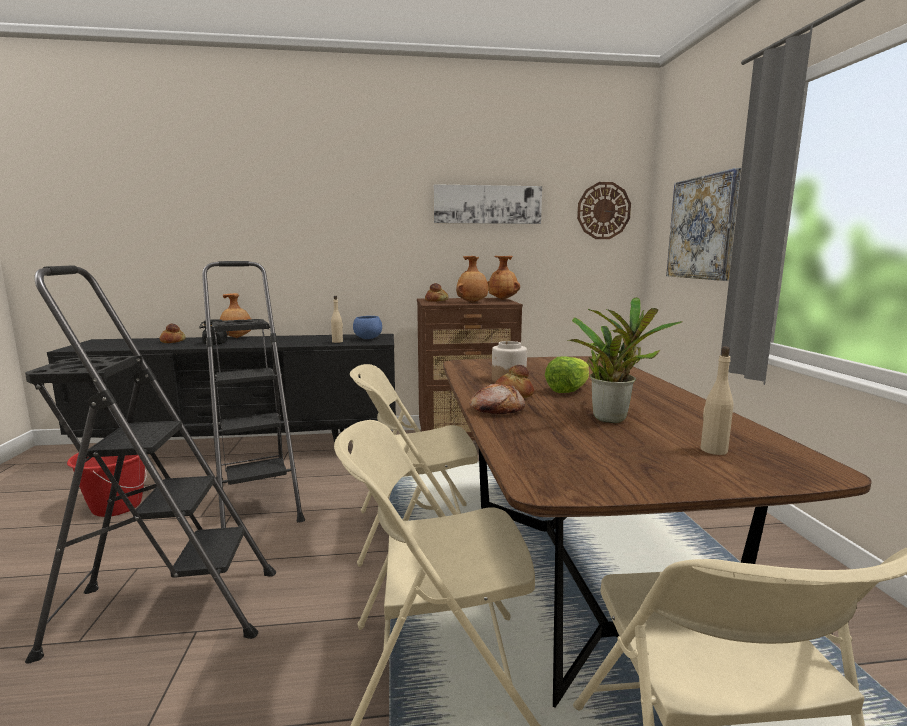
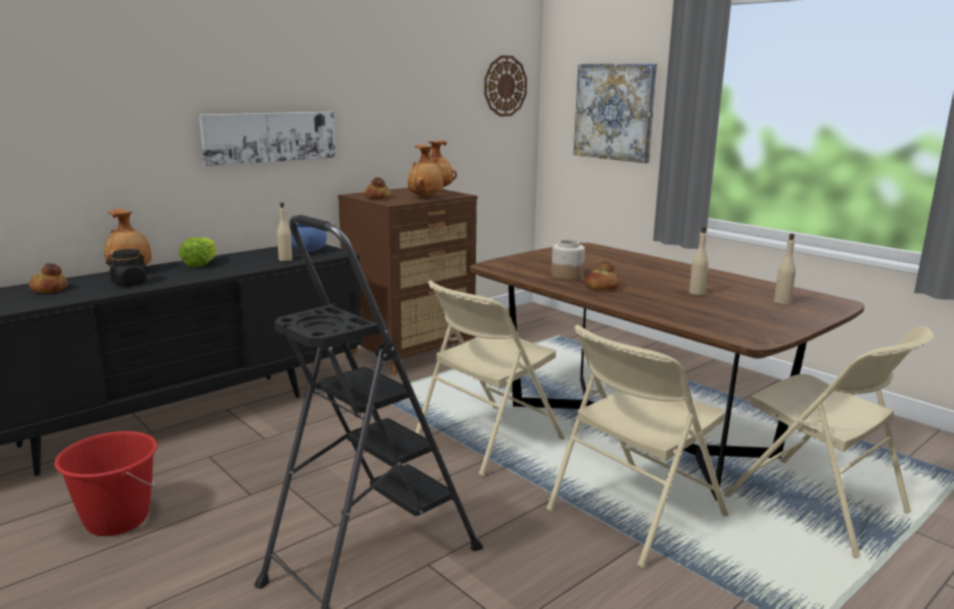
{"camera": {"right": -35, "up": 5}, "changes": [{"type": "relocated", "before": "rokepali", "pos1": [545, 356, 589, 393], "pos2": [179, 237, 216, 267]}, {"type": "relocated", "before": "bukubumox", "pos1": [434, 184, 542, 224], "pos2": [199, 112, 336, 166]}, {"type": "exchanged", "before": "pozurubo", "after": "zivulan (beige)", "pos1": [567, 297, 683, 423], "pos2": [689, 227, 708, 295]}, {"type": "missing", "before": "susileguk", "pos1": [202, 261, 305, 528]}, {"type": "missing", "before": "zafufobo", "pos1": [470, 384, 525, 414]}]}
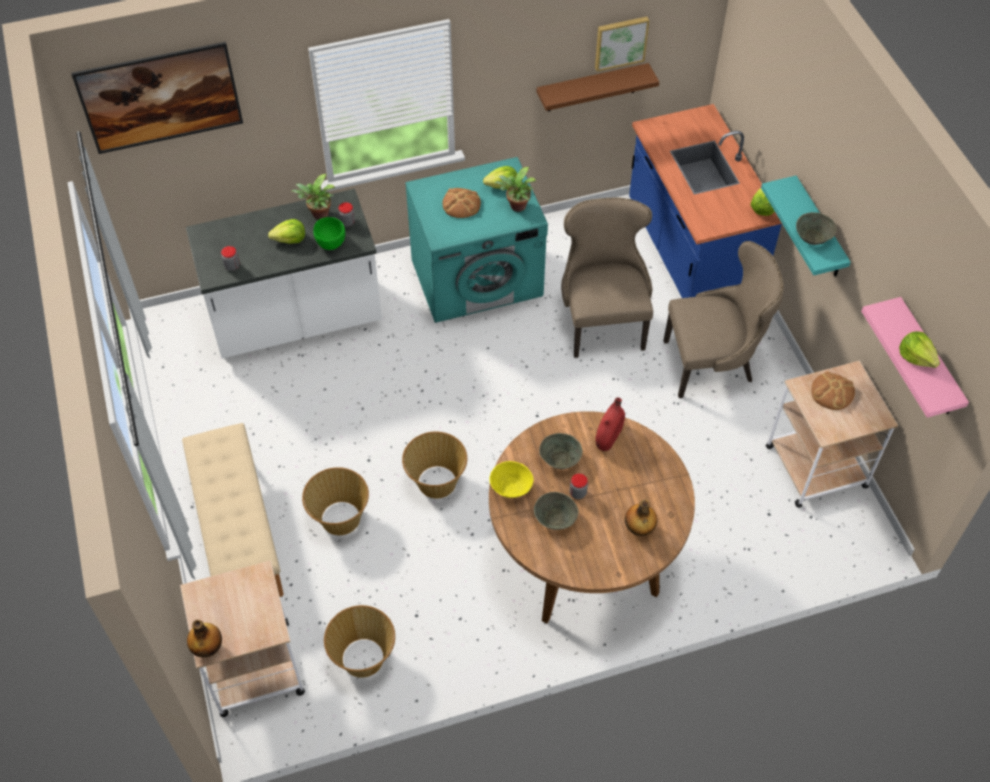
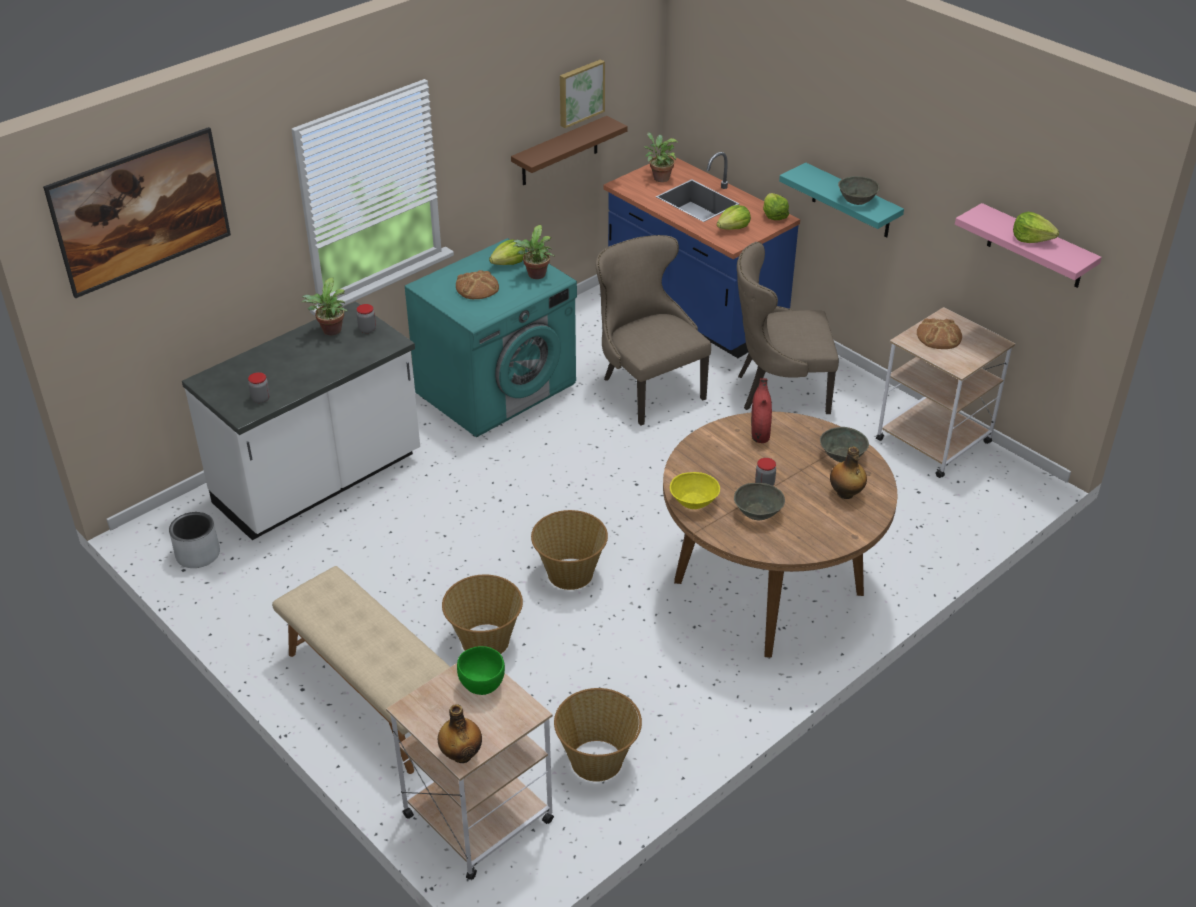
{"camera": {"right": -25, "up": -15}, "changes": [{"type": "appeared", "after": "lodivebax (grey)", "pos2": [169, 512, 220, 568]}, {"type": "relocated", "before": "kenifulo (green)", "pos1": [313, 217, 345, 250], "pos2": [457, 646, 505, 695]}, {"type": "appeared", "after": "pozurubo", "pos2": [644, 132, 679, 182]}, {"type": "relocated", "before": "rokepali", "pos1": [268, 219, 305, 244], "pos2": [717, 205, 751, 230]}, {"type": "spun", "before": "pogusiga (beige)", "pos1": [664, 241, 784, 398], "pos2": [737, 242, 839, 414], "turn": -150}, {"type": "relocated", "before": "kenifulo (grey)", "pos1": [539, 433, 582, 469], "pos2": [820, 427, 869, 462]}]}
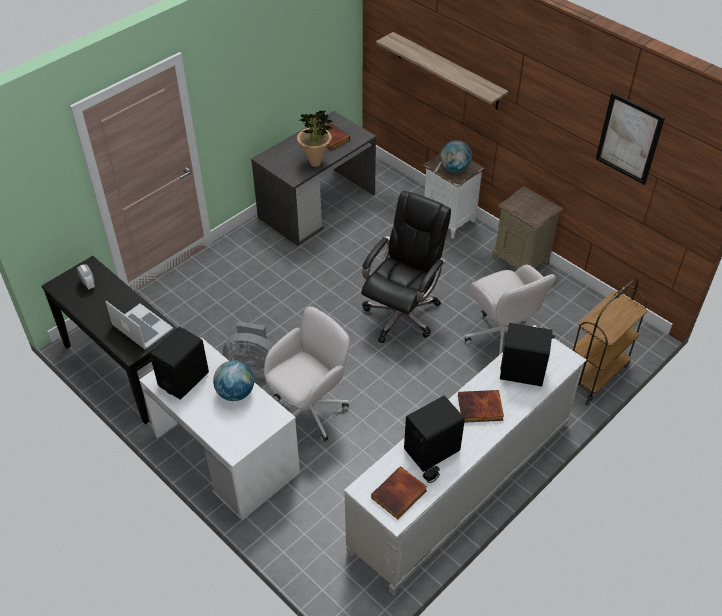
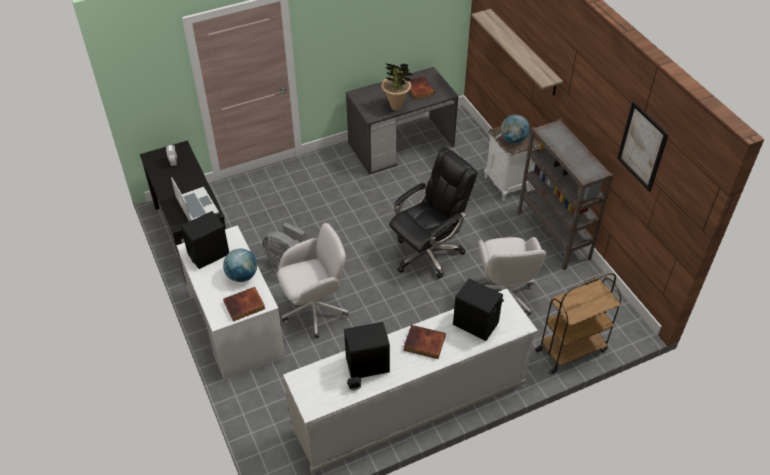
{"camera": {"right": 20, "up": 0}, "changes": [{"type": "relocated", "before": "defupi", "pos1": [371, 466, 427, 519], "pos2": [223, 287, 265, 322]}, {"type": "exchanged", "before": "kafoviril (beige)", "after": "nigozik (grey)", "pos1": [493, 186, 563, 269], "pos2": [518, 119, 613, 270]}]}
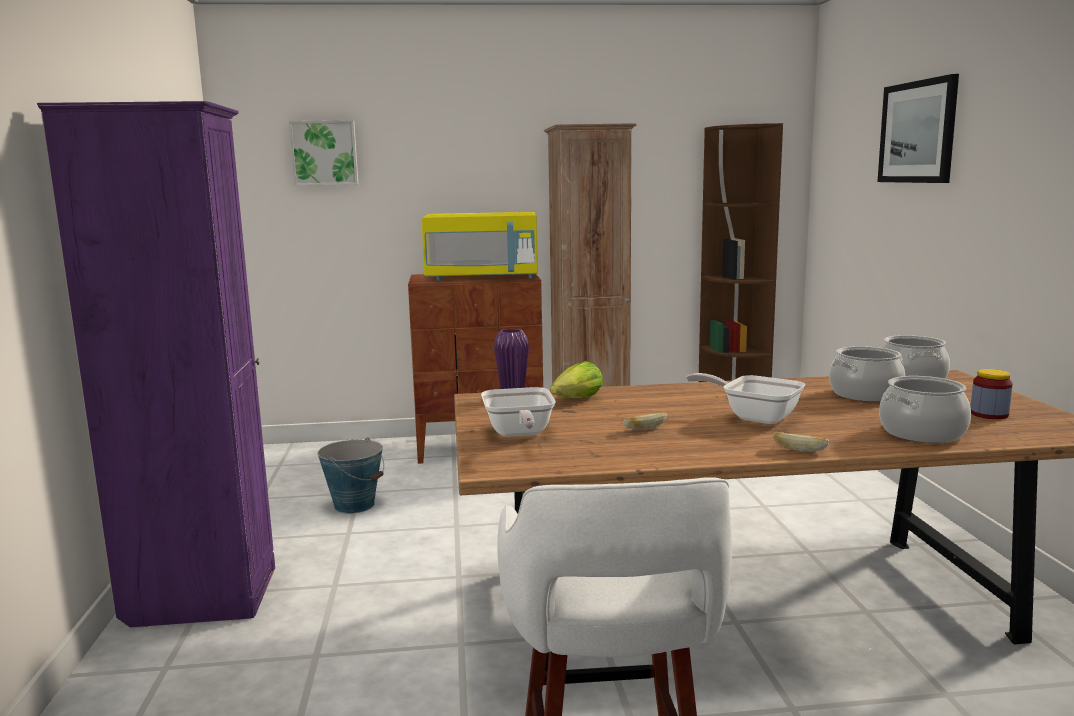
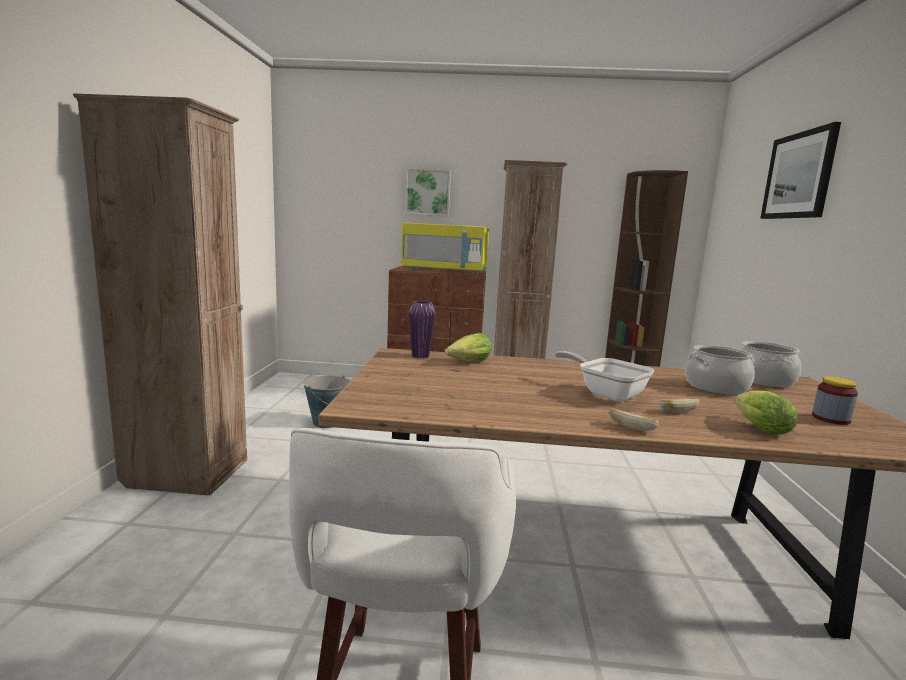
{"camera": {"right": 10, "up": 0}, "changes": [{"type": "colour", "before": "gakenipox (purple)", "after": "gakenipox (brown)", "pos1": [37, 101, 275, 627], "pos2": [73, 93, 247, 495]}, {"type": "relocated", "before": "bukubumox", "pos1": [289, 120, 358, 186], "pos2": [405, 168, 451, 216]}, {"type": "relocated", "before": "zafufobo", "pos1": [623, 412, 667, 430], "pos2": [659, 398, 700, 412]}, {"type": "exchanged", "before": "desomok", "after": "rokepali", "pos1": [879, 376, 971, 443], "pos2": [734, 391, 798, 435]}, {"type": "missing", "before": "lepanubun", "pos1": [481, 387, 556, 437]}]}
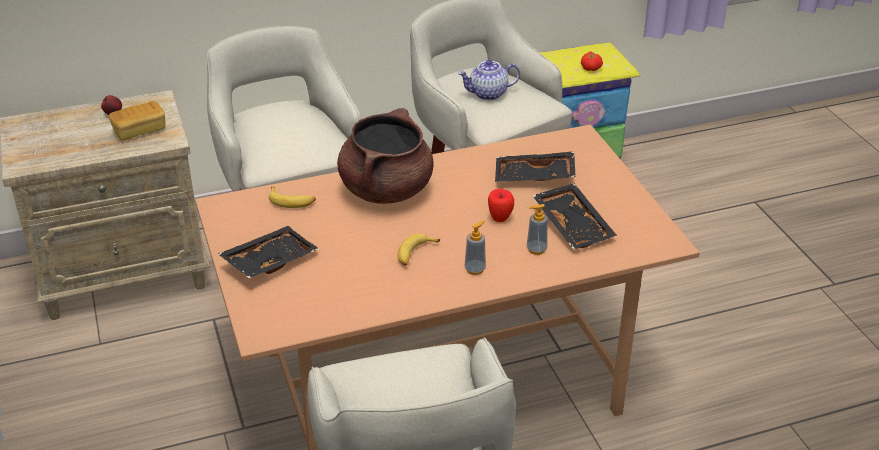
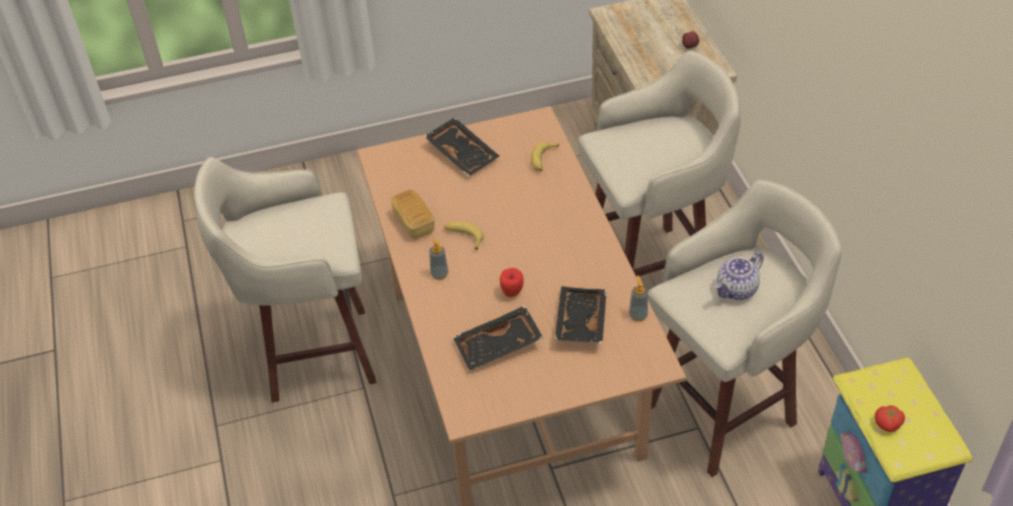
{"camera": {"right": 95, "up": 10}, "changes": [{"type": "relocated", "before": "zafufobo", "pos1": [109, 101, 165, 141], "pos2": [391, 190, 435, 239]}, {"type": "relocated", "before": "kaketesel", "pos1": [527, 204, 548, 255], "pos2": [629, 275, 648, 321]}, {"type": "spun", "before": "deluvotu", "pos1": [458, 60, 520, 100], "pos2": [714, 252, 764, 300], "turn": -120}, {"type": "missing", "before": "desomok (brown)", "pos1": [337, 108, 434, 204]}]}
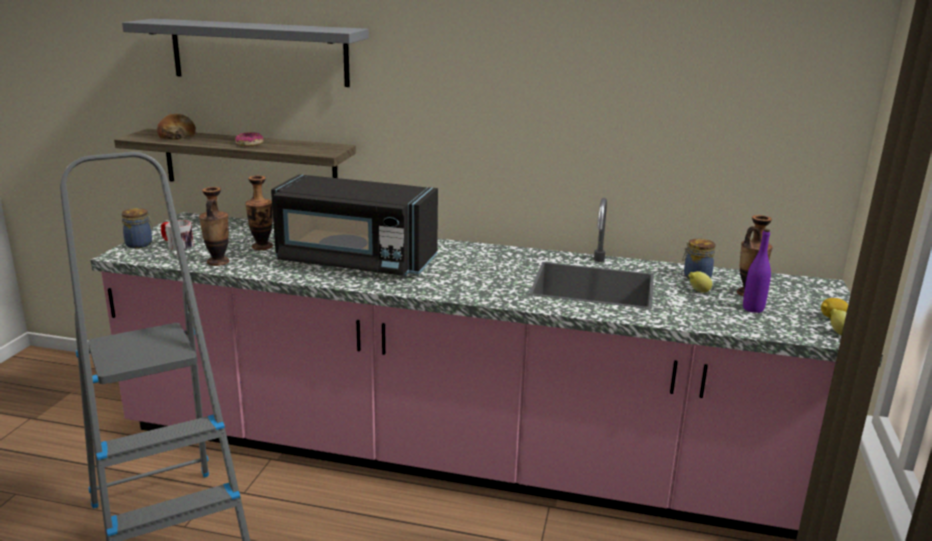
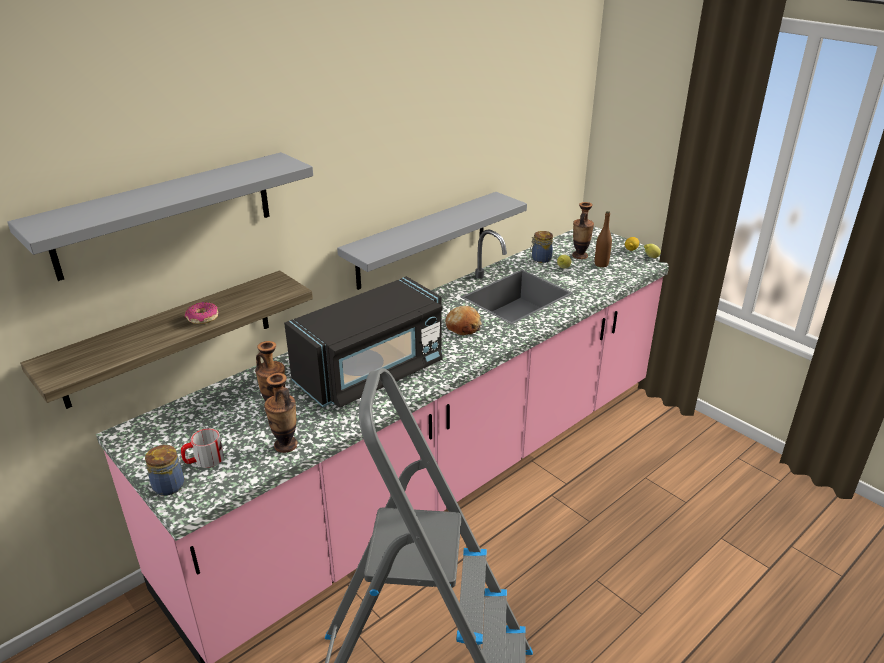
{"camera": {"right": -55, "up": 10}, "changes": [{"type": "appeared", "after": "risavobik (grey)", "pos2": [337, 192, 527, 290]}, {"type": "relocated", "before": "zafufobo", "pos1": [157, 113, 196, 140], "pos2": [446, 306, 482, 335]}, {"type": "colour", "before": "zivulan (purple)", "after": "zivulan (brown)", "pos1": [743, 229, 771, 313], "pos2": [595, 211, 612, 267]}]}
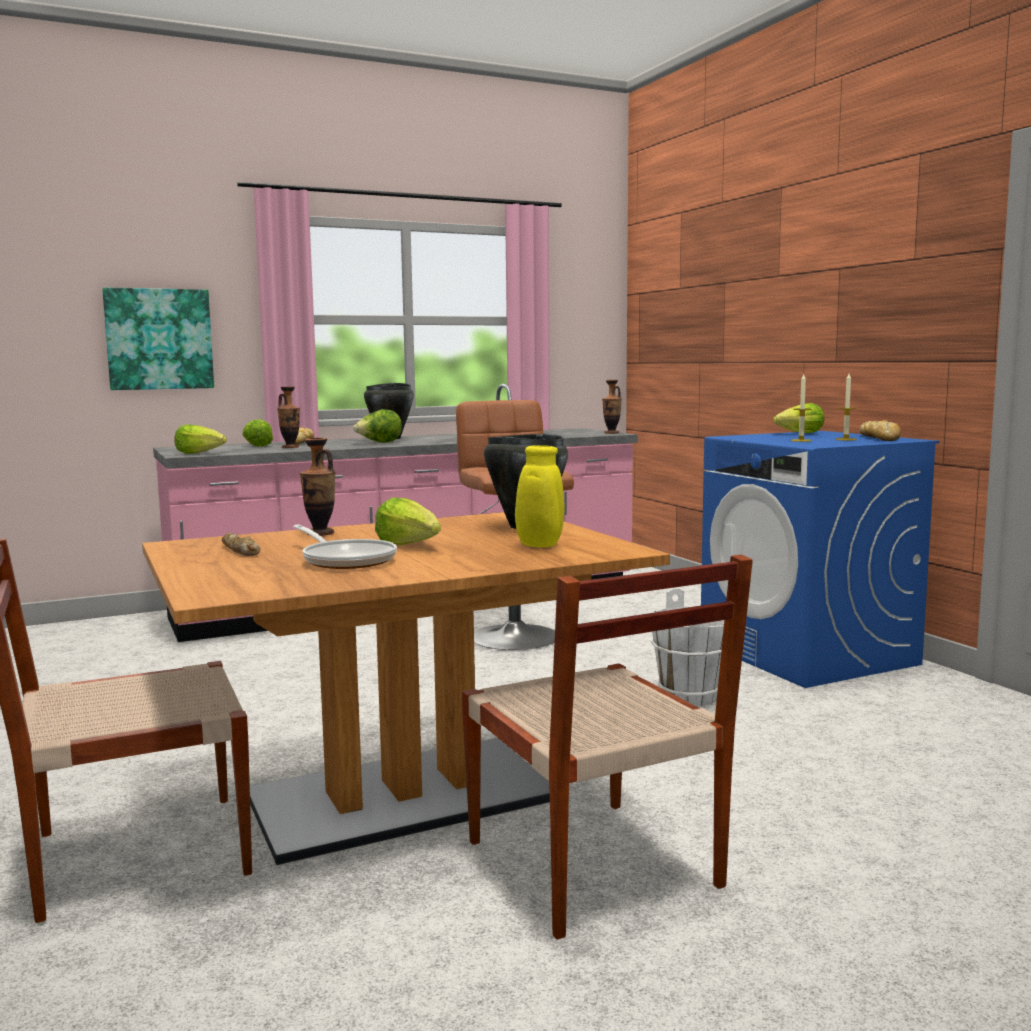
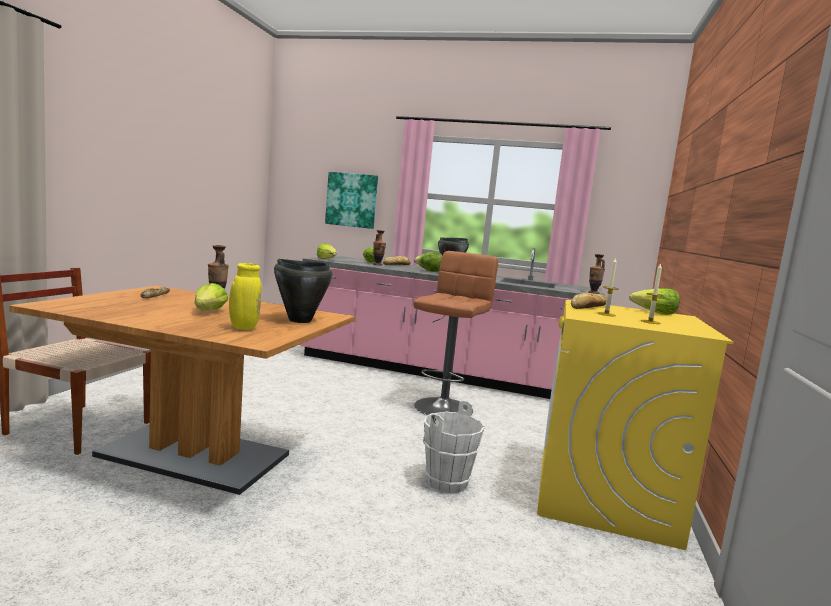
{"camera": {"right": 40, "up": 0}, "changes": [{"type": "colour", "before": "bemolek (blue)", "after": "bemolek (yellow)", "pos1": [701, 431, 939, 688], "pos2": [537, 300, 733, 550]}, {"type": "relocated", "before": "zafufobo", "pos1": [860, 420, 901, 441], "pos2": [571, 293, 607, 309]}, {"type": "missing", "before": "lepanubun", "pos1": [293, 525, 397, 569]}, {"type": "missing", "before": "pogusiga", "pos1": [462, 554, 753, 939]}]}
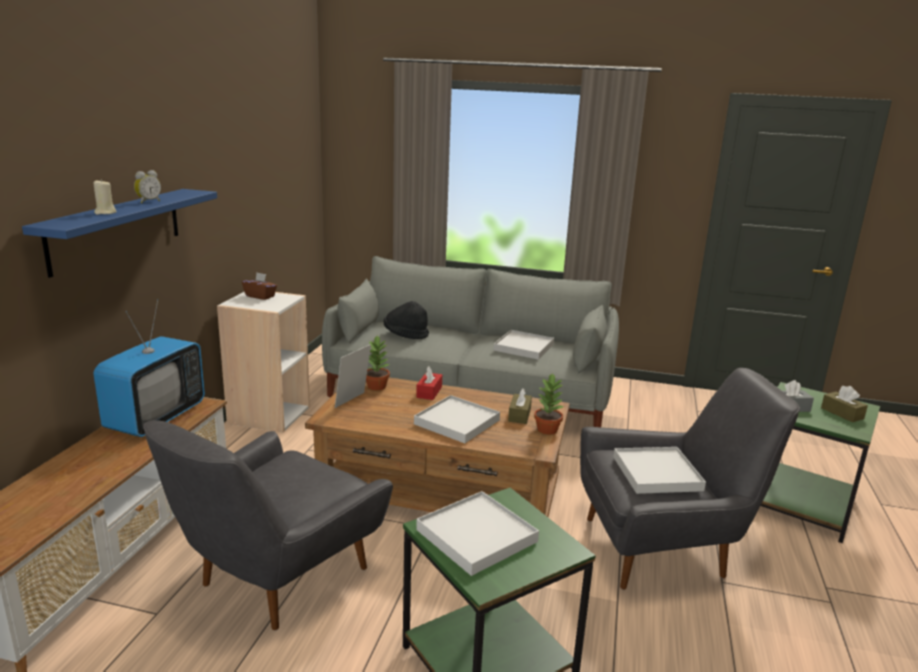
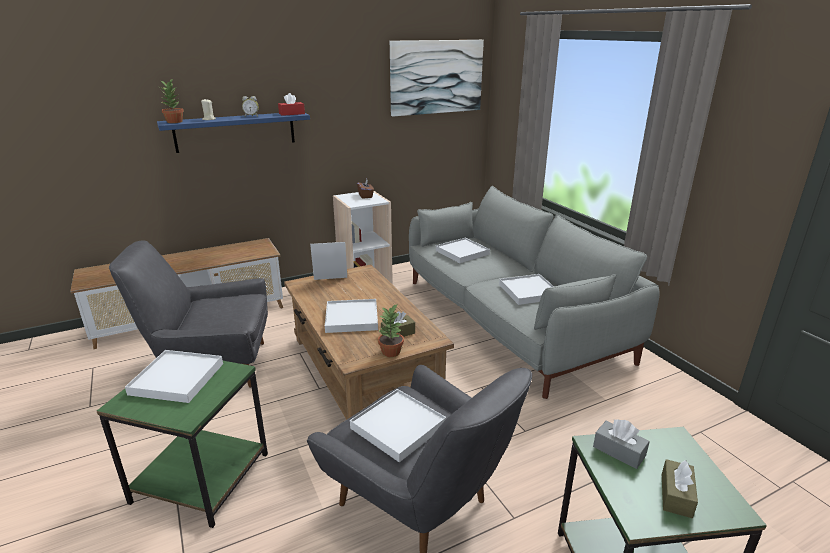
{"camera": {"right": 50, "up": 5}, "changes": [{"type": "relocated", "before": "pozurubo", "pos1": [366, 335, 390, 391], "pos2": [160, 79, 184, 123]}, {"type": "relocated", "before": "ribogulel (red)", "pos1": [416, 366, 442, 400], "pos2": [278, 93, 305, 116]}, {"type": "appeared", "after": "bukubumox", "pos2": [390, 40, 484, 116]}, {"type": "exchanged", "before": "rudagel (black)", "after": "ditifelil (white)", "pos1": [384, 301, 429, 339], "pos2": [436, 238, 490, 263]}, {"type": "missing", "before": "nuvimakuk", "pos1": [93, 299, 205, 437]}]}
